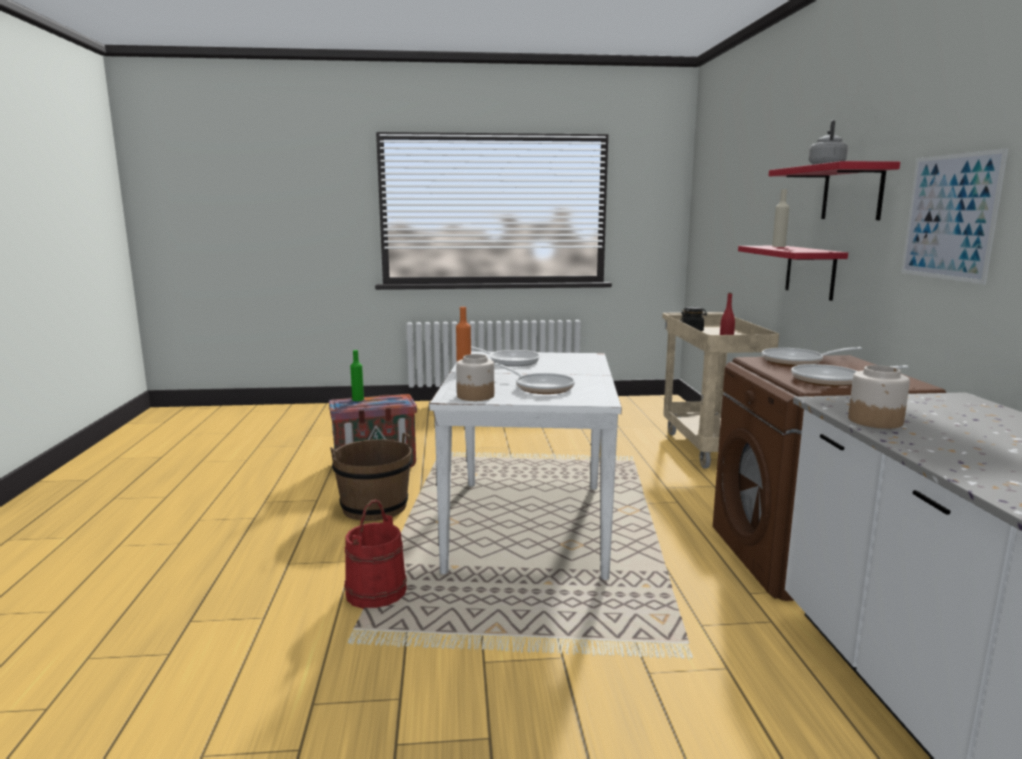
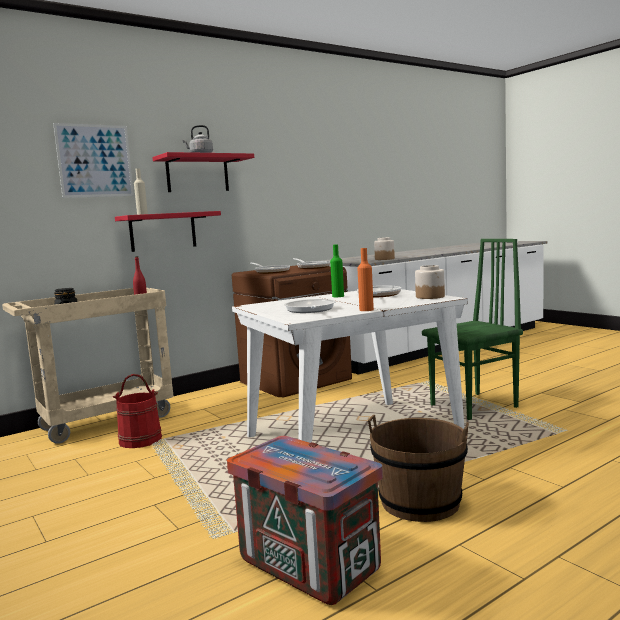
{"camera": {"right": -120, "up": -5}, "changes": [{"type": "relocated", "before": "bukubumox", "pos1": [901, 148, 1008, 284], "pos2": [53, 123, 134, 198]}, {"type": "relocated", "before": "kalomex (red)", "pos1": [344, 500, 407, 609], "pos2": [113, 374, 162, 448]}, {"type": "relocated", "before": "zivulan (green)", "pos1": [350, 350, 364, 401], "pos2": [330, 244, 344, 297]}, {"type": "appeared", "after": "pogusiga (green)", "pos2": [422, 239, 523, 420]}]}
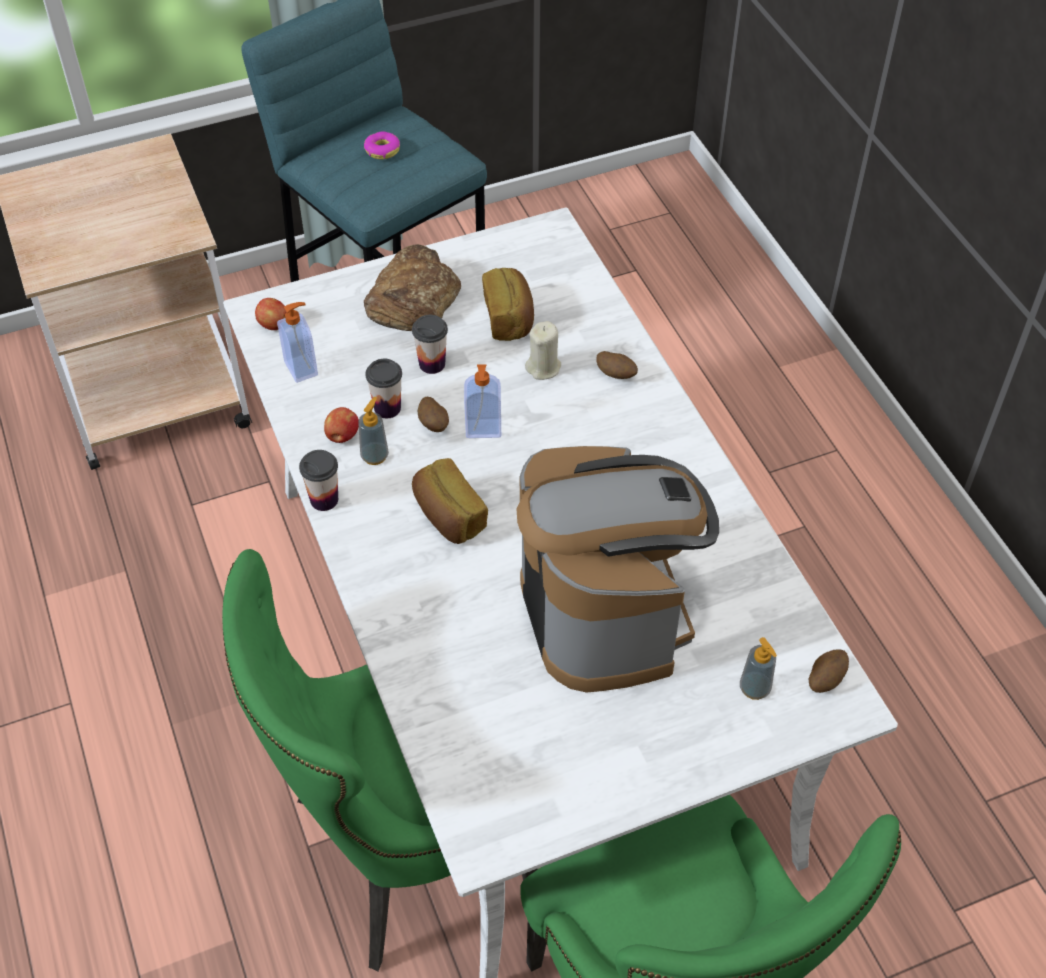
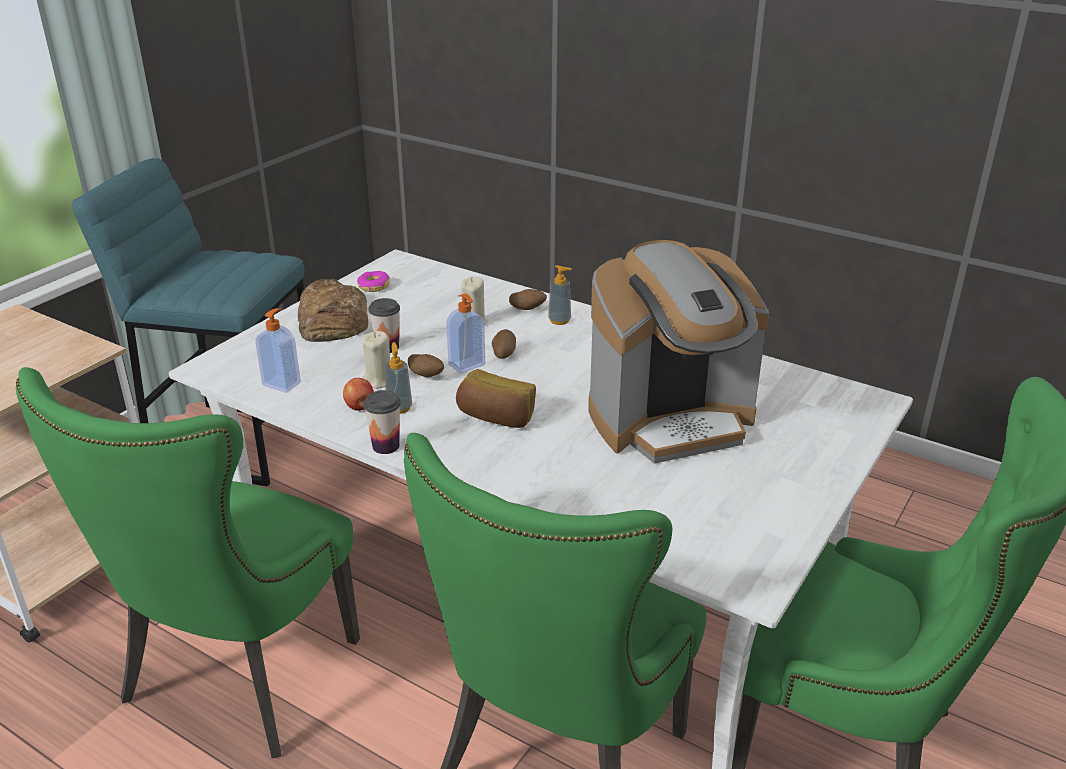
{"camera": {"right": -35, "up": -20}, "changes": [{"type": "appeared", "after": "pogusiga (green)", "pos2": [16, 367, 360, 758]}, {"type": "relocated", "before": "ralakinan", "pos1": [364, 131, 400, 159], "pos2": [357, 271, 390, 292]}, {"type": "exchanged", "before": "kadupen", "after": "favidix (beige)", "pos1": [366, 359, 402, 418], "pos2": [362, 331, 390, 389]}, {"type": "relocated", "before": "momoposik", "pos1": [808, 649, 849, 693], "pos2": [492, 329, 516, 359]}, {"type": "relocated", "before": "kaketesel", "pos1": [740, 637, 777, 700], "pos2": [548, 265, 572, 325]}, {"type": "spun", "before": "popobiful", "pos1": [517, 446, 719, 693], "pos2": [588, 240, 769, 464], "turn": 120}, {"type": "missing", "before": "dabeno", "pos1": [255, 298, 286, 330]}, {"type": "missing", "before": "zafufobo", "pos1": [482, 268, 534, 341]}]}
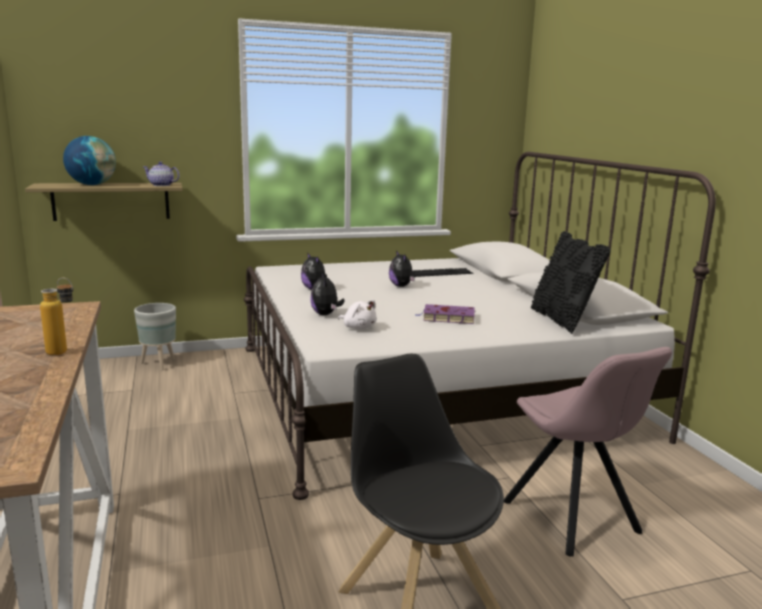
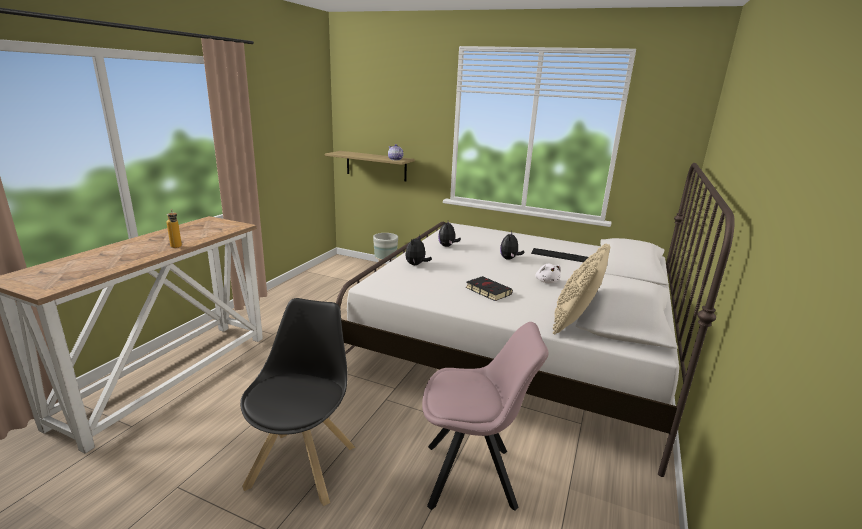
{"camera": {"right": 40, "up": 5}, "changes": [{"type": "spun", "before": "pogusiga (pink)", "pos1": [504, 347, 672, 557], "pos2": [422, 322, 548, 511], "turn": -105}, {"type": "colour", "before": "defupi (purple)", "after": "defupi (black)", "pos1": [415, 304, 475, 324], "pos2": [466, 276, 513, 301]}, {"type": "relocated", "before": "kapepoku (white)", "pos1": [338, 300, 377, 329], "pos2": [535, 264, 561, 283]}, {"type": "colour", "before": "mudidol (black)", "after": "mudidol (beige)", "pos1": [531, 231, 611, 334], "pos2": [553, 243, 610, 334]}, {"type": "missing", "before": "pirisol", "pos1": [63, 136, 116, 185]}]}
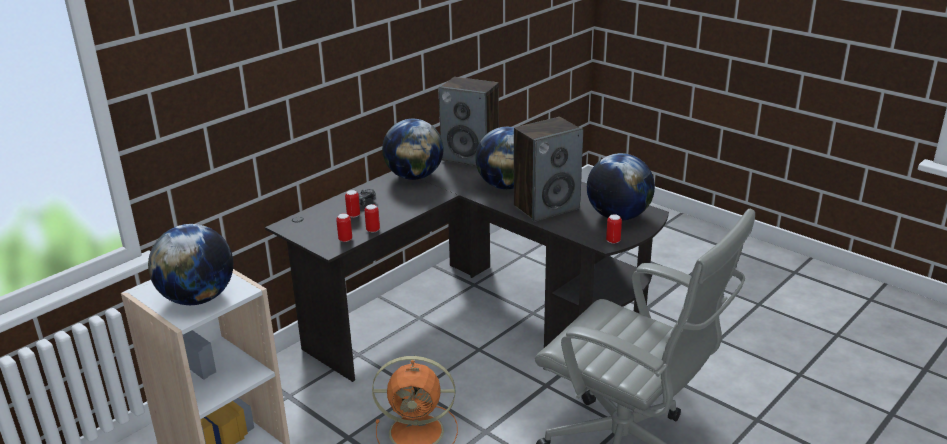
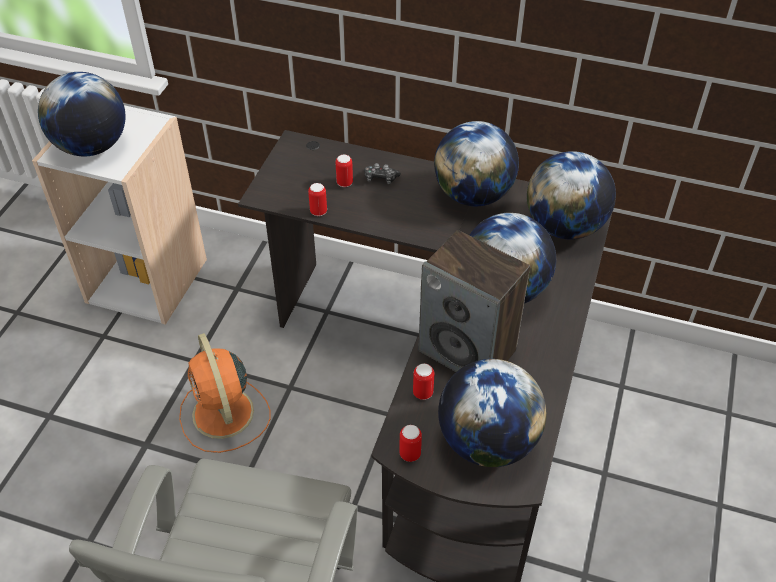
{"camera": {"right": 65, "up": 20}, "changes": [{"type": "relocated", "before": "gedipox", "pos1": [336, 213, 352, 242], "pos2": [413, 364, 435, 400]}, {"type": "exchanged", "before": "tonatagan", "after": "pirisol", "pos1": [438, 77, 499, 166], "pos2": [527, 151, 616, 239]}]}
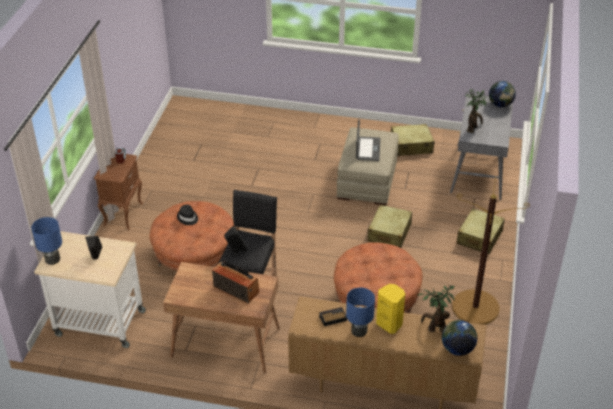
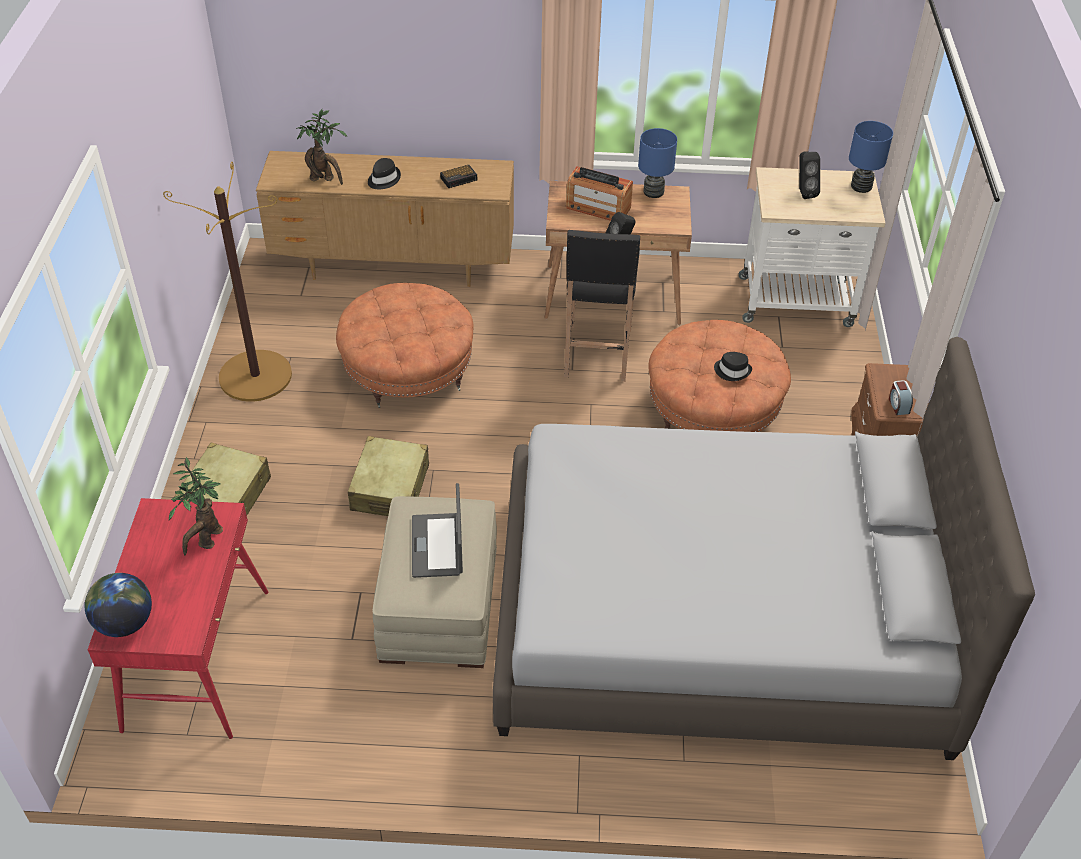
{"camera": {"right": 170, "up": 5}, "changes": [{"type": "colour", "before": "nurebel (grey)", "after": "nurebel (red)", "pos1": [450, 94, 513, 200], "pos2": [88, 498, 269, 739]}, {"type": "exchanged", "before": "tonatagan (yellow)", "after": "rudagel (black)", "pos1": [376, 284, 405, 334], "pos2": [368, 158, 401, 189]}, {"type": "appeared", "after": "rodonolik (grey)", "pos2": [493, 337, 1035, 760]}, {"type": "relocated", "before": "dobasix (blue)", "pos1": [346, 288, 375, 337], "pos2": [638, 128, 677, 198]}, {"type": "missing", "before": "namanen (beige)", "pos1": [391, 124, 435, 156]}, {"type": "missing", "before": "pirisol", "pos1": [442, 320, 477, 356]}]}
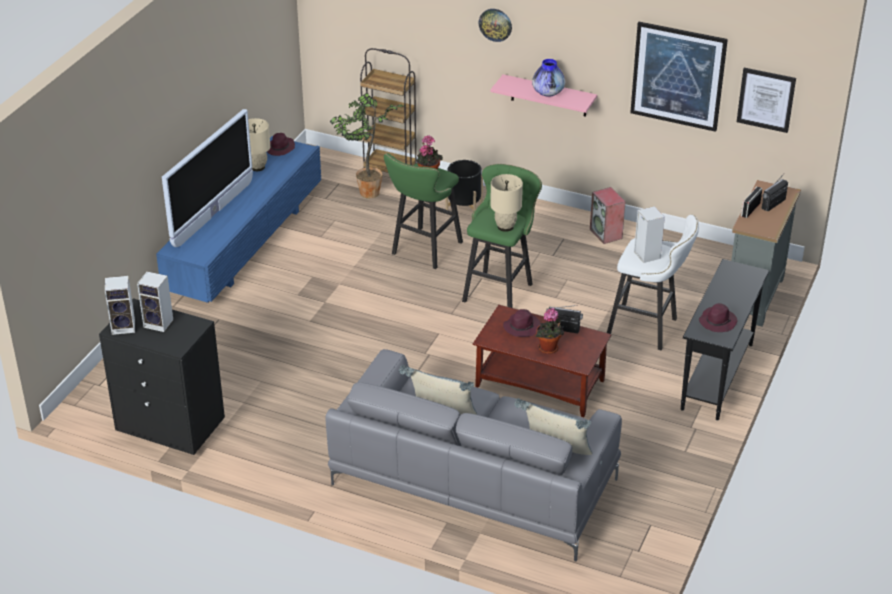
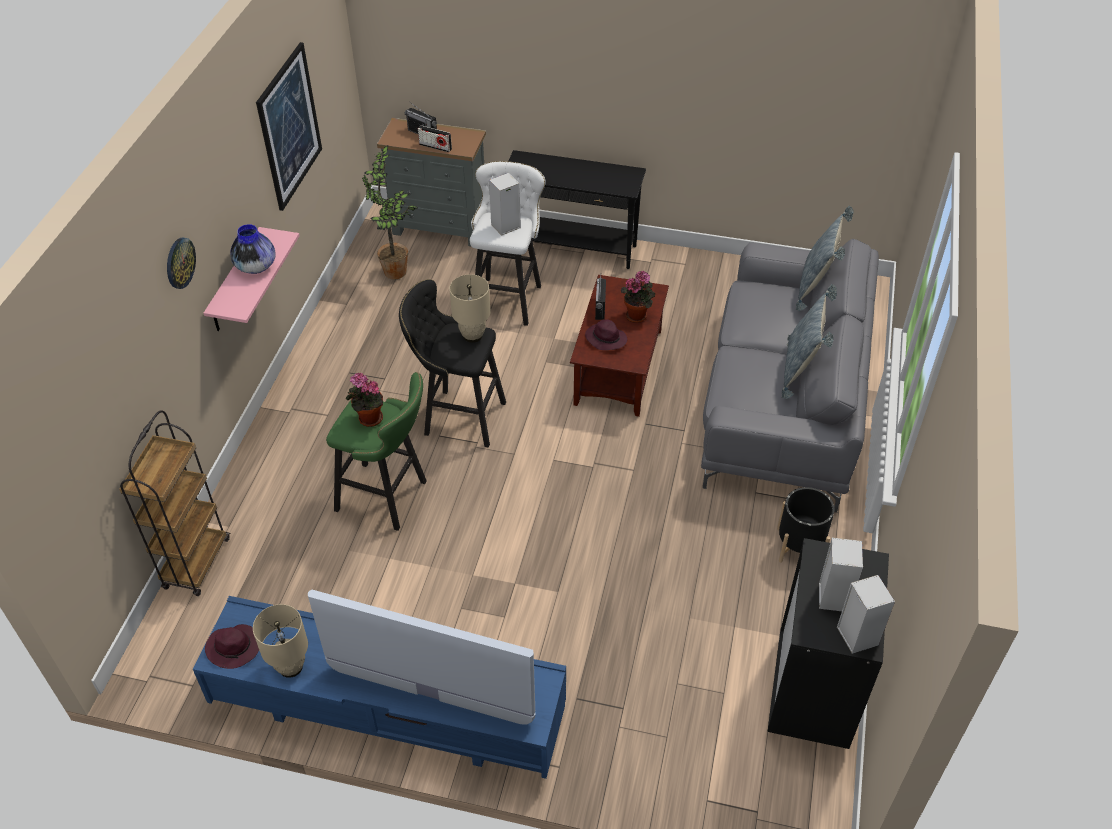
{"camera": {"right": -100, "up": 10}, "changes": [{"type": "relocated", "before": "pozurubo", "pos1": [330, 93, 405, 198], "pos2": [362, 145, 418, 279]}, {"type": "colour", "before": "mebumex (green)", "after": "mebumex (black)", "pos1": [462, 164, 542, 308], "pos2": [399, 279, 506, 448]}, {"type": "relocated", "before": "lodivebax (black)", "pos1": [446, 160, 483, 212], "pos2": [777, 487, 835, 563]}, {"type": "missing", "before": "tonatagan", "pos1": [590, 187, 626, 244]}, {"type": "missing", "before": "rudagel (purple)", "pos1": [699, 303, 737, 332]}, {"type": "missing", "before": "bukubumox", "pos1": [737, 68, 796, 133]}]}
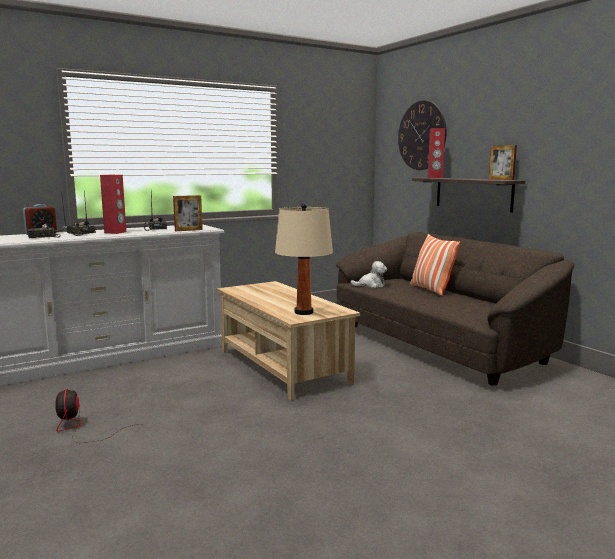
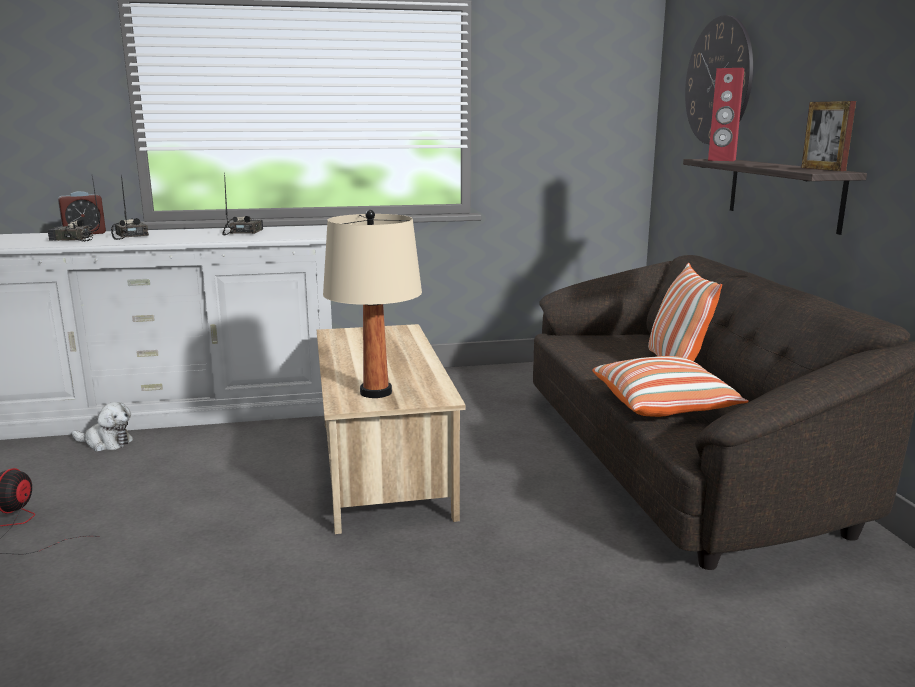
{"camera": {"right": 20, "up": 5}, "changes": [{"type": "relocated", "before": "kapepoku", "pos1": [350, 261, 387, 288], "pos2": [72, 402, 134, 451]}, {"type": "appeared", "after": "mudidol", "pos2": [592, 356, 749, 417]}, {"type": "missing", "before": "tonatagan (red)", "pos1": [100, 175, 126, 234]}, {"type": "missing", "before": "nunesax", "pos1": [173, 195, 203, 231]}]}
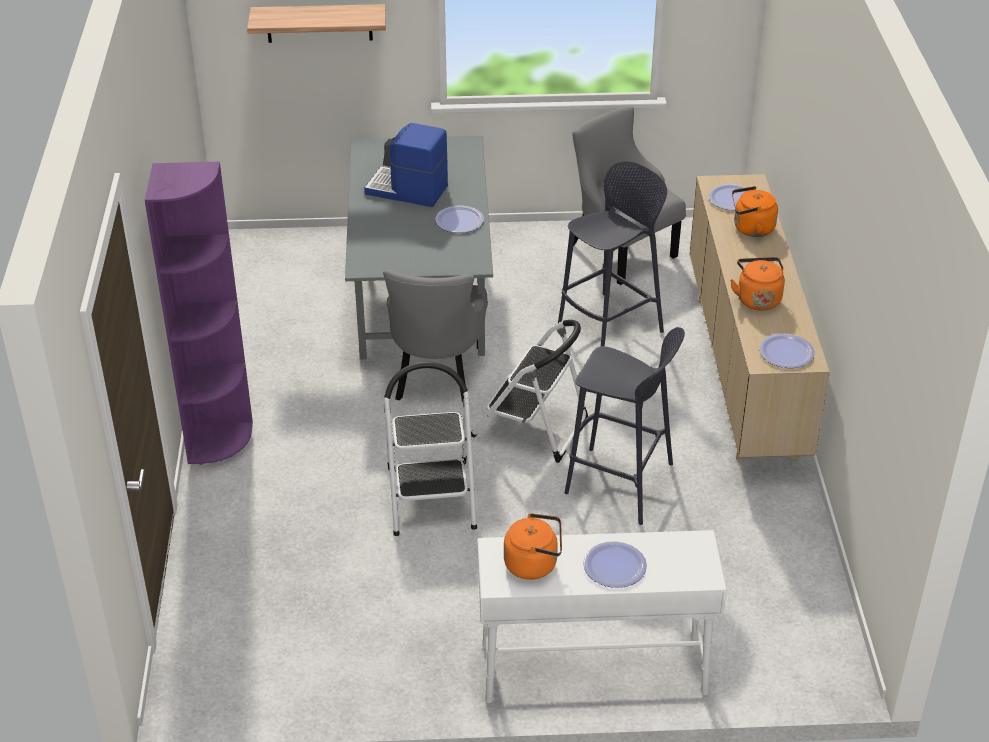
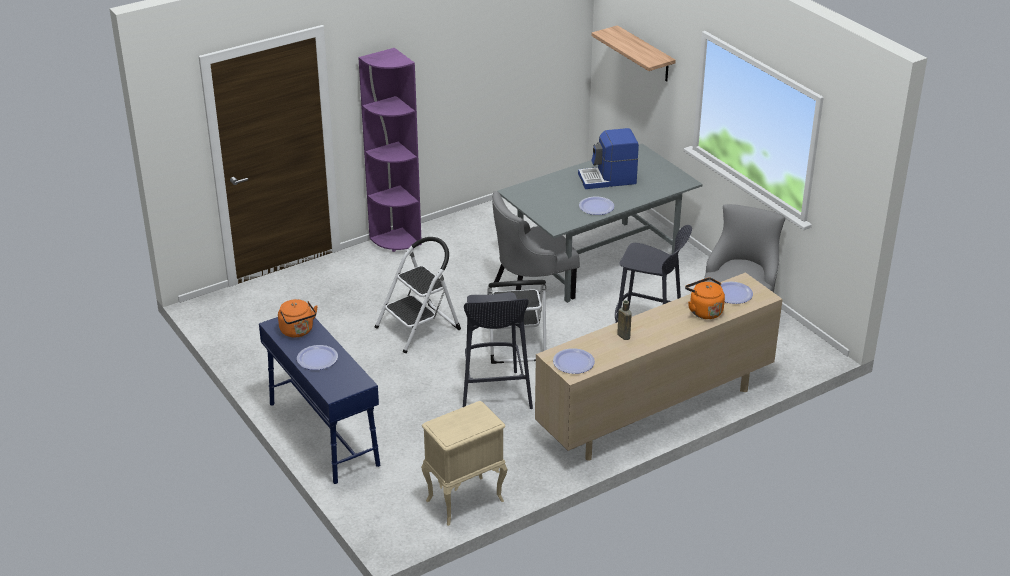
{"camera": {"right": 60, "up": -5}, "changes": [{"type": "colour", "before": "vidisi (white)", "after": "vidisi (blue)", "pos1": [477, 530, 727, 703], "pos2": [259, 317, 380, 484]}, {"type": "appeared", "after": "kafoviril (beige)", "pos2": [421, 401, 508, 526]}, {"type": "spun", "before": "popobiful", "pos1": [365, 123, 448, 207], "pos2": [578, 128, 639, 189], "turn": -90}, {"type": "exchanged", "before": "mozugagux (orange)", "after": "zivulan (brown)", "pos1": [730, 257, 785, 311], "pos2": [617, 300, 632, 340]}]}
